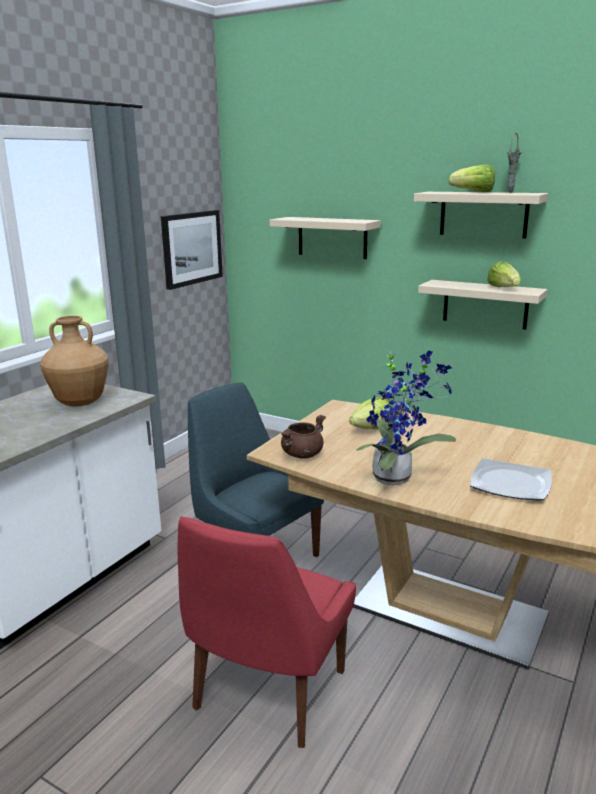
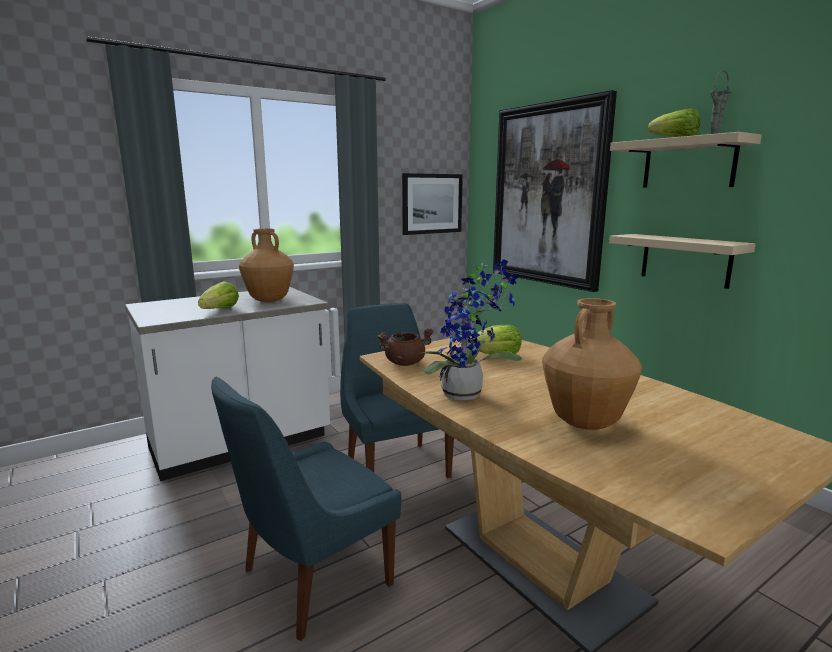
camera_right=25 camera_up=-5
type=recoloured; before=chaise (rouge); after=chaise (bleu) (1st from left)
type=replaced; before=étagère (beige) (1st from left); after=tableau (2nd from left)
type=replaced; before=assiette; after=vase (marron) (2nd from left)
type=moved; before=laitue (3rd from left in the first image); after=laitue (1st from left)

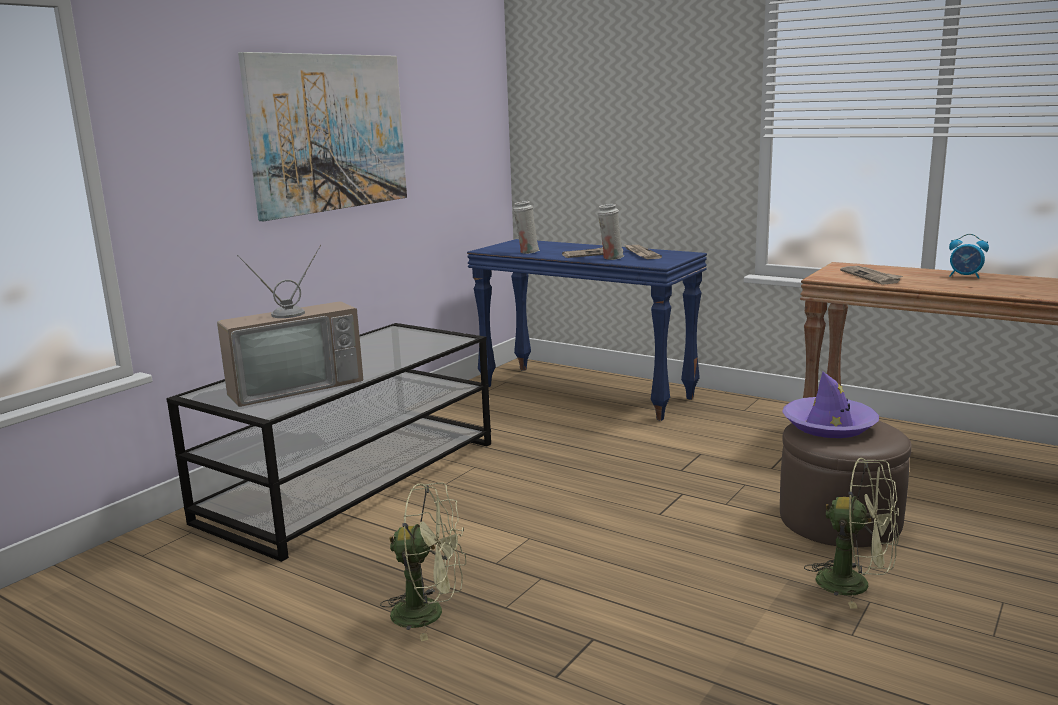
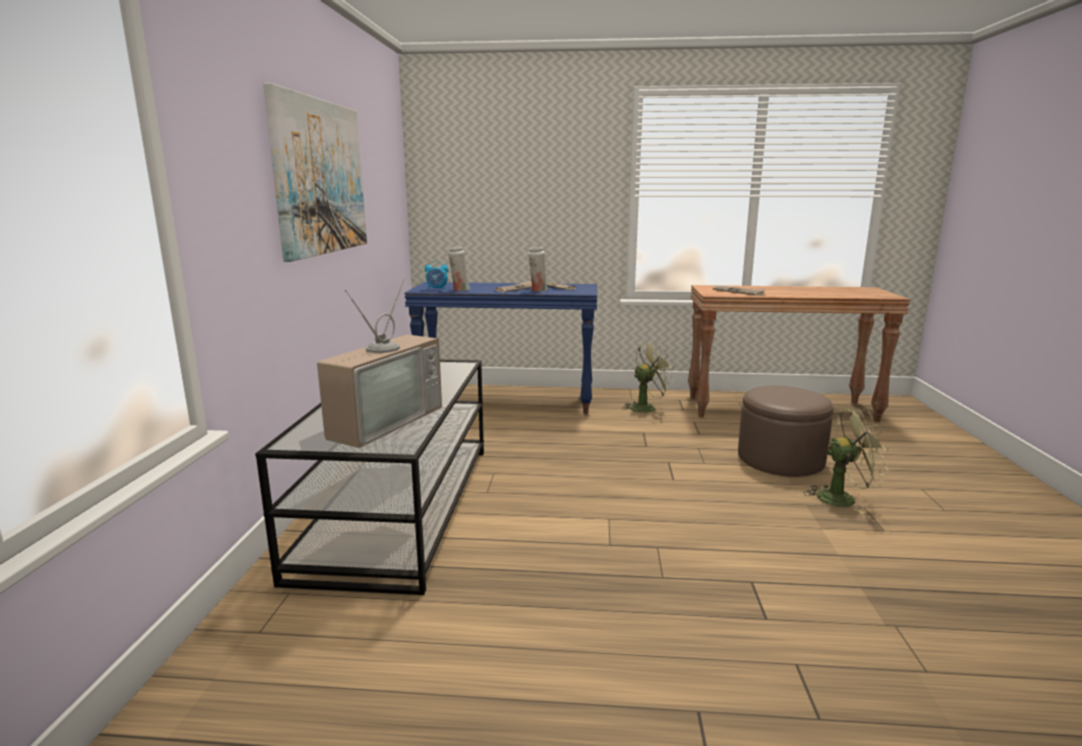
camera_right=-30 camera_up=0
type=moved; before=ventilateur (vert) (1st from left)
type=removed; before=chapeau (violet)
type=moved; before=réveil

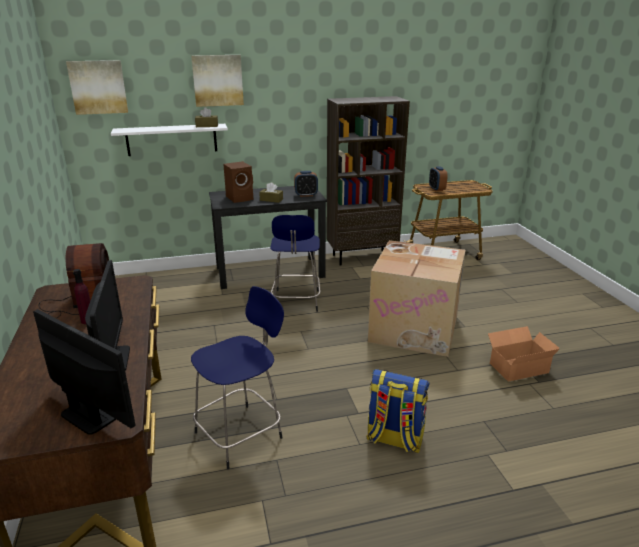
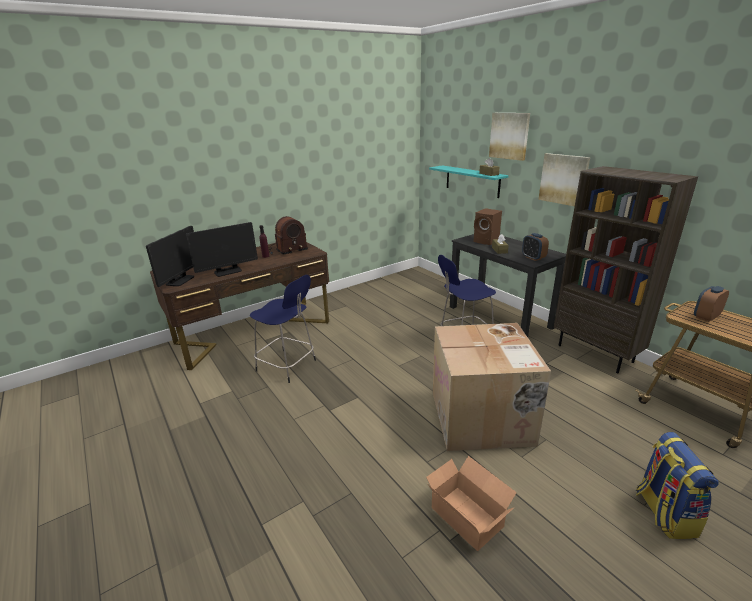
camera_right=70 camera_up=0
type=moved; before=tableau (1st from left in the first image); after=tableau (2nd from left)
type=recoloured; before=étagère (blanc); after=étagère (turquoise)
type=moved; before=sac à dos

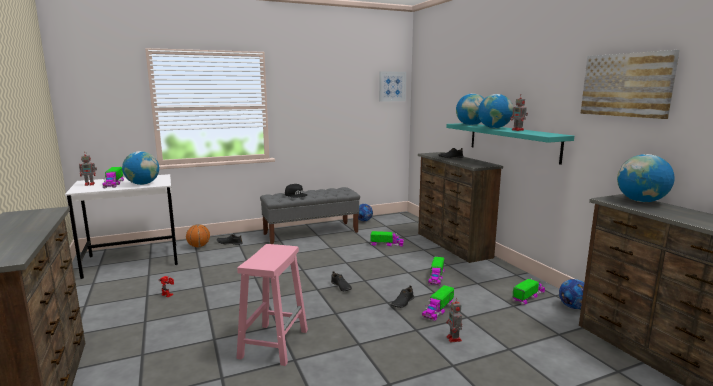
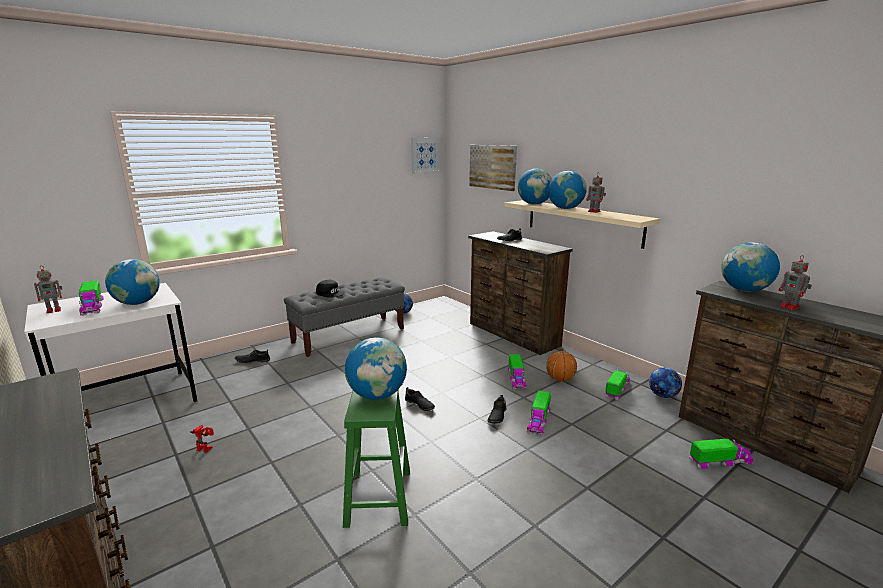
camera_right=-15 camera_up=5
type=moved; before=ballon de basket
type=recoloured; before=tabouret (rose); after=tabouret (vert)
type=moved; before=camion jouet (2nd from left in the first image); after=camion jouet (5th from left)
type=recoloured; before=étagère (turquoise); after=étagère (beige)
type=moved; before=robot jouet (3rd from left in the first image); after=robot jouet (4th from left)
type=moved; before=tableau (2nd from left)
type=added; after=globe (2nd from left)

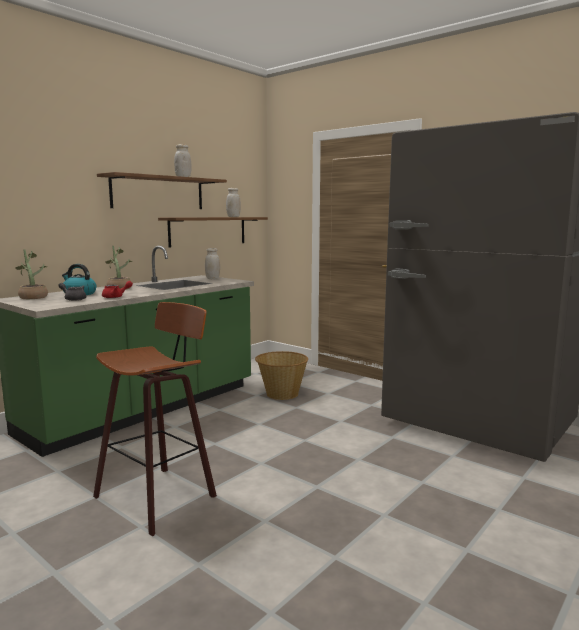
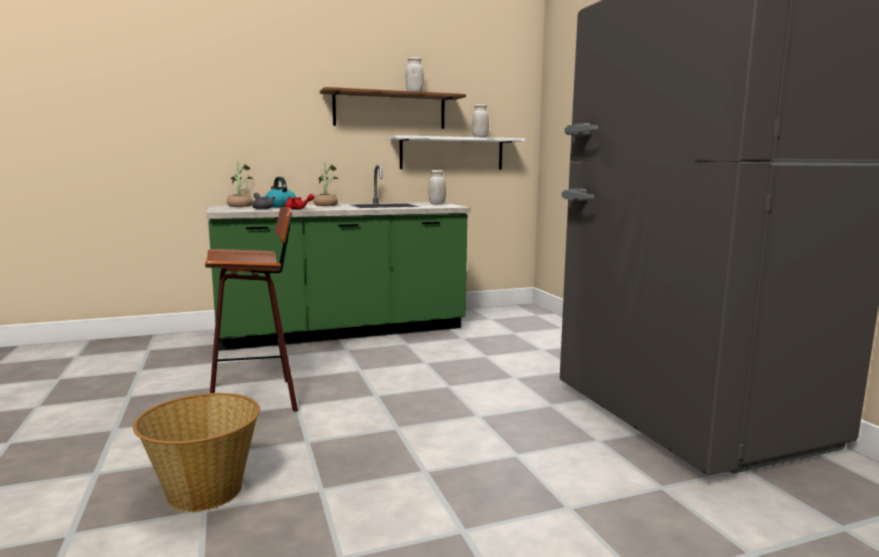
camera_right=30 camera_up=0
type=recoloured; before=étagère (marron) (2nd from left); after=étagère (blanc)
type=moved; before=panier

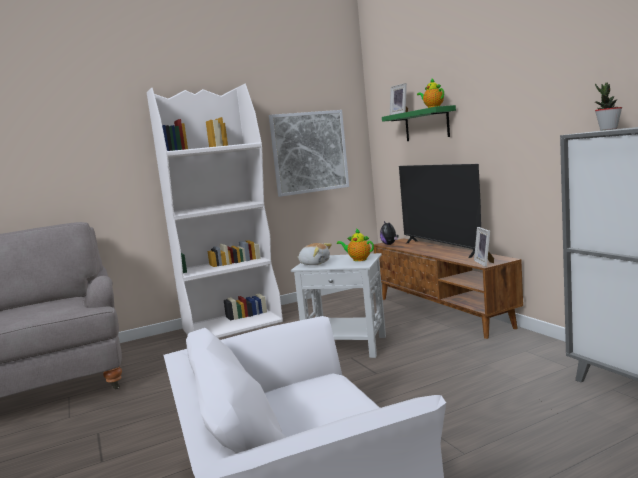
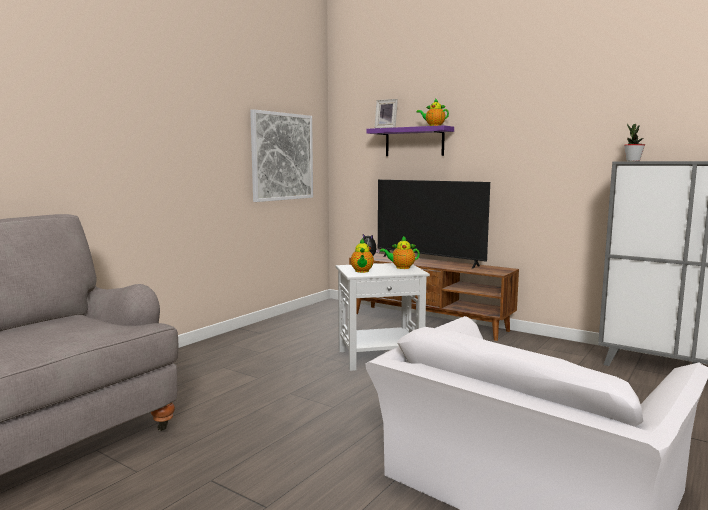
camera_right=-30 camera_up=0
type=removed; before=bibliothèque (blanc)
type=replaced; before=peluche (1st from left); after=théière (1st from left)
type=recoloured; before=étagère (vert); after=étagère (violet)
type=removed; before=cadre photo (2nd from left)

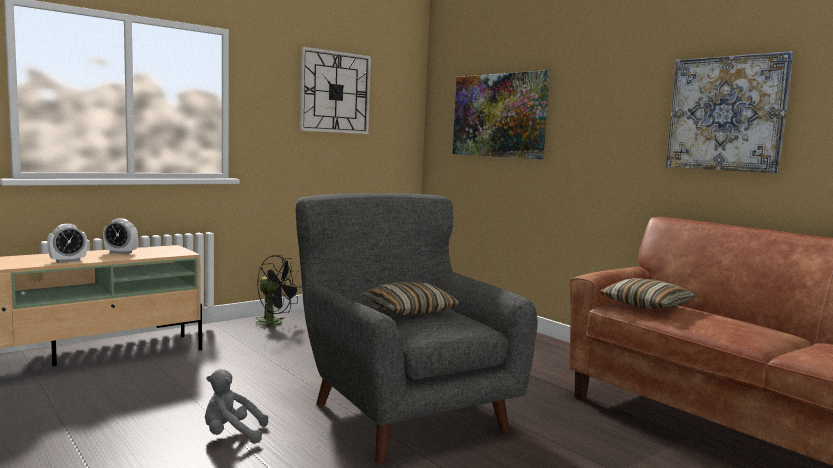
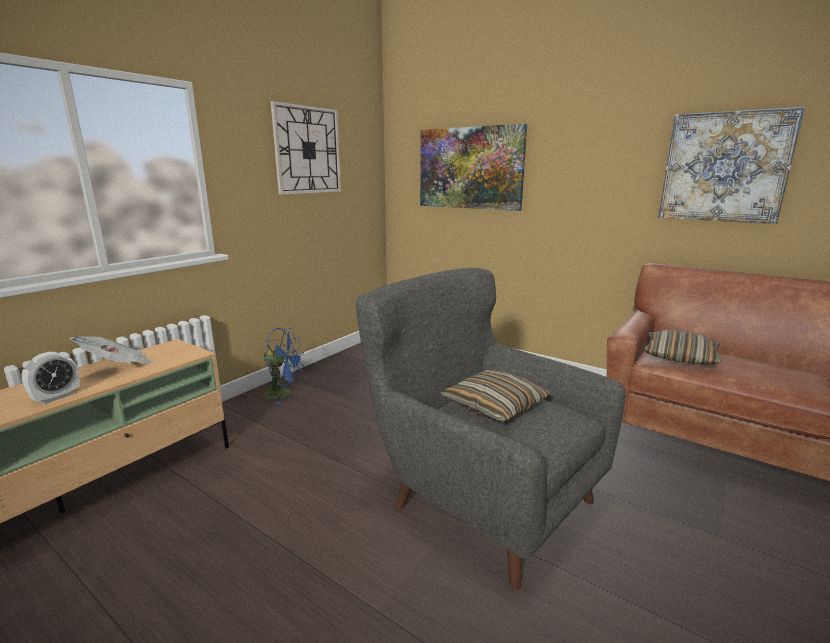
camera_right=-15 camera_up=10
type=replaced; before=réveil (2nd from left); after=journal
type=removed; before=peluche (gris)
type=recoloured; before=ventilateur (noir); after=ventilateur (bleu)

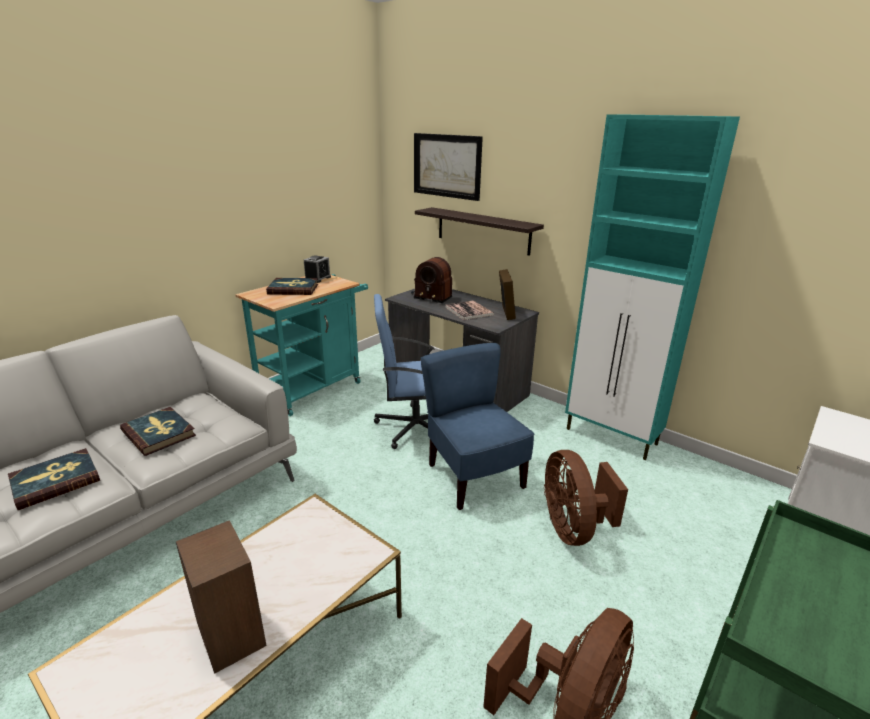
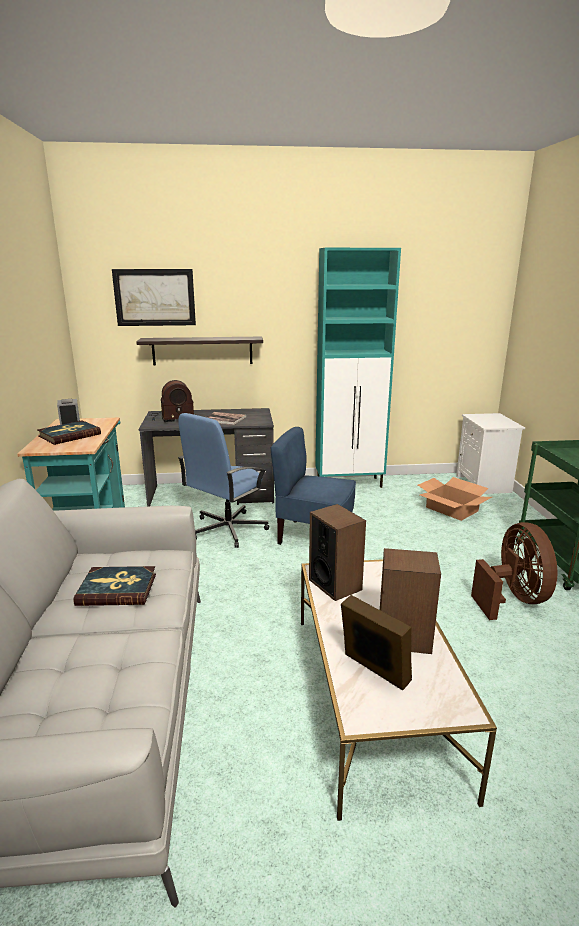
camera_right=-45 camera_up=-5
type=removed; before=livre (1st from left)
type=moved; before=cadre photo
type=removed; before=ventilateur (marron) (2nd from left)
type=added; after=enceinte (1st from left)
type=added; after=carton

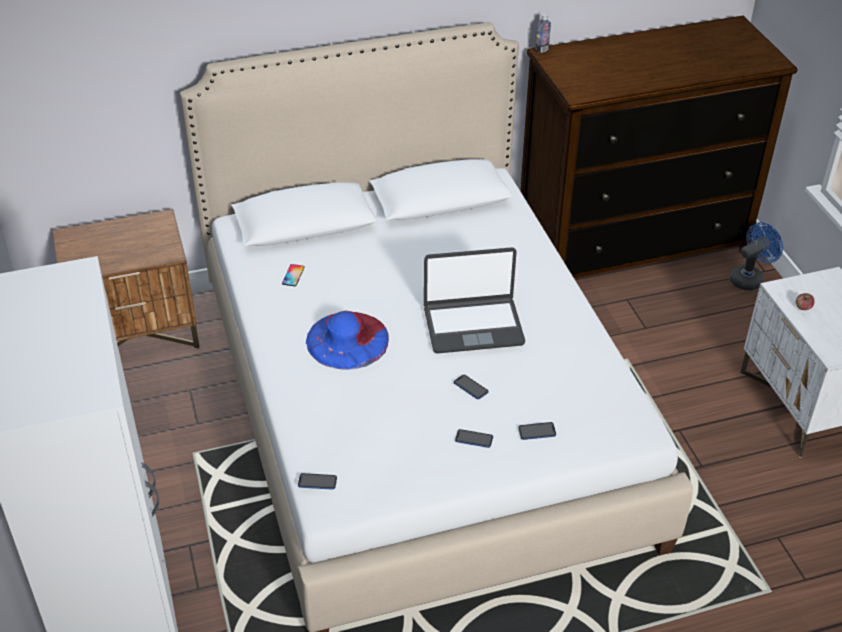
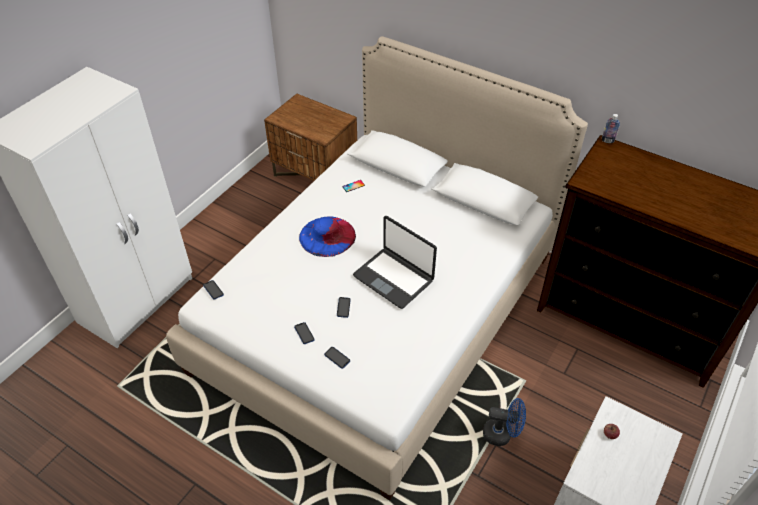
camera_right=50 camera_up=5
type=moved; before=ventilateur (bleu)

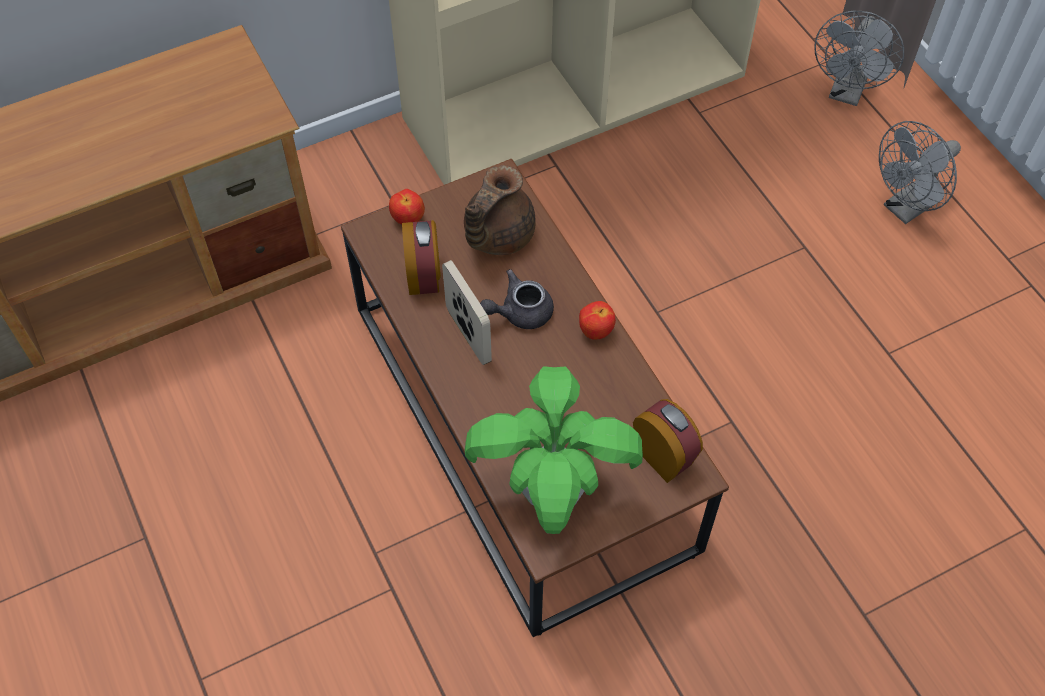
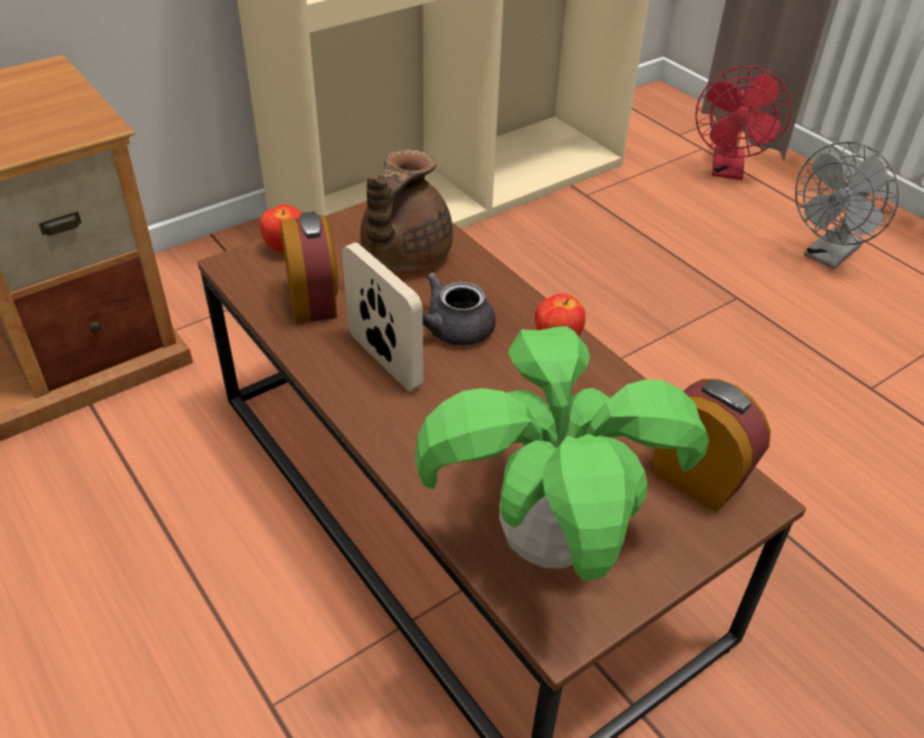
camera_right=-10 camera_up=-15
type=recoloured; before=ventilateur (gris) (1st from left); after=ventilateur (rouge)

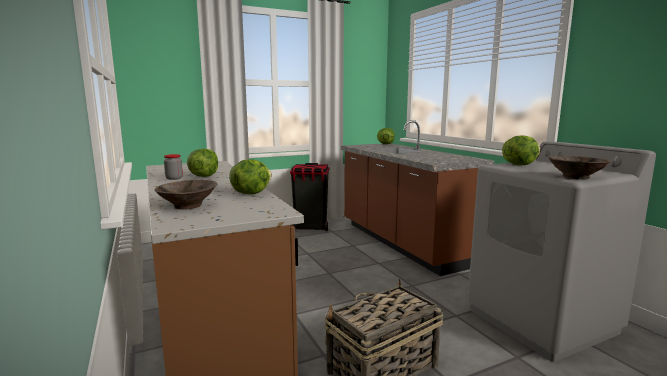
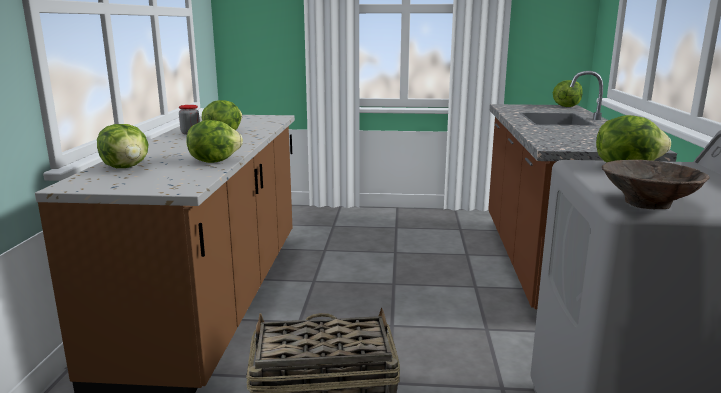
camera_right=30 camera_up=5
type=replaced; before=bol (marron) (1st from left); after=laitue (1st from left)
type=removed; before=poubelle (noir)

